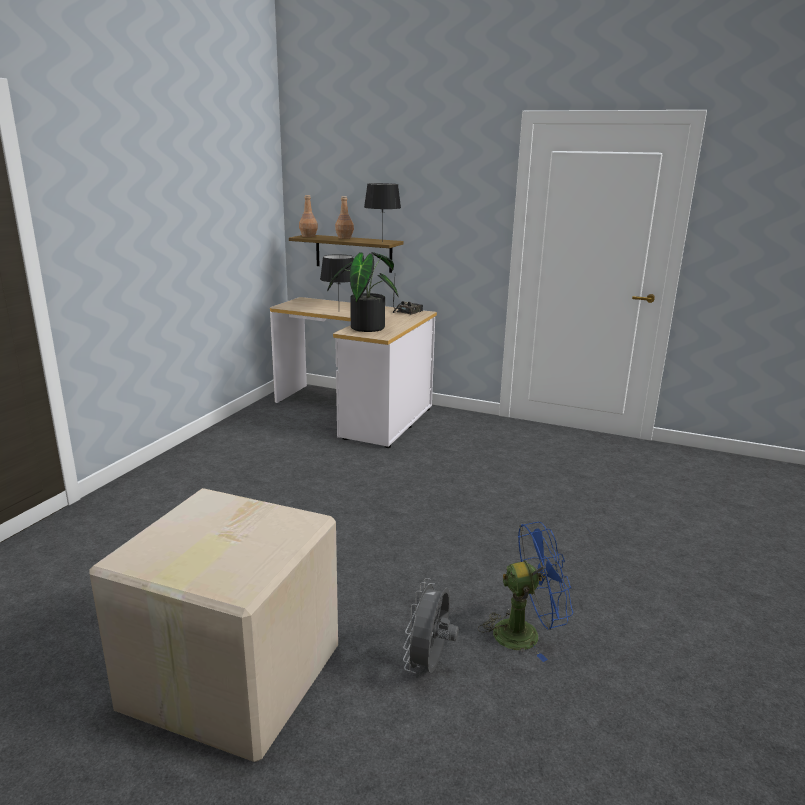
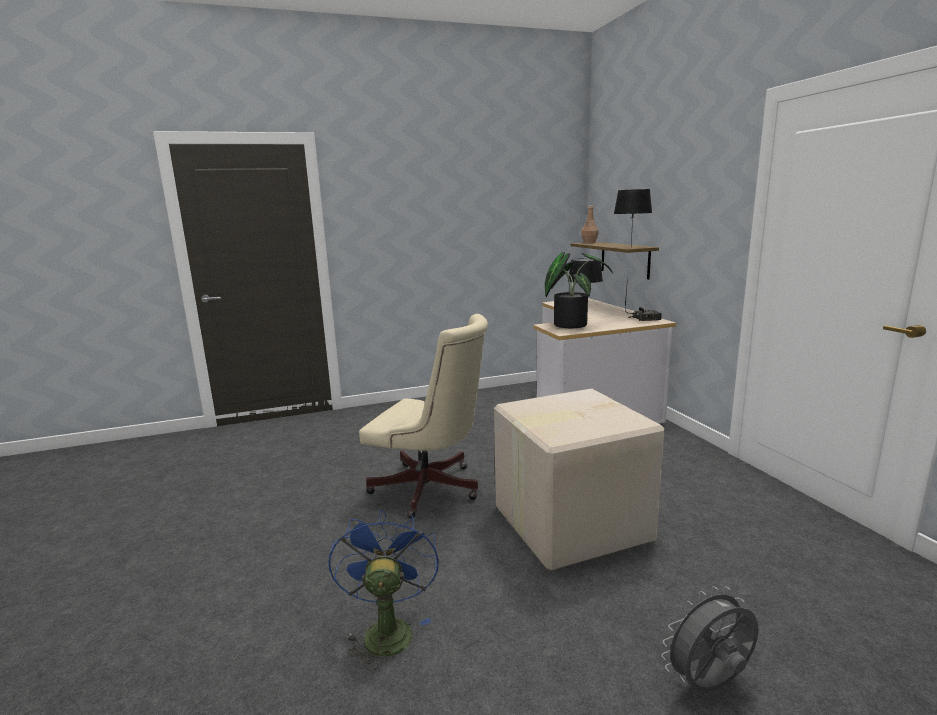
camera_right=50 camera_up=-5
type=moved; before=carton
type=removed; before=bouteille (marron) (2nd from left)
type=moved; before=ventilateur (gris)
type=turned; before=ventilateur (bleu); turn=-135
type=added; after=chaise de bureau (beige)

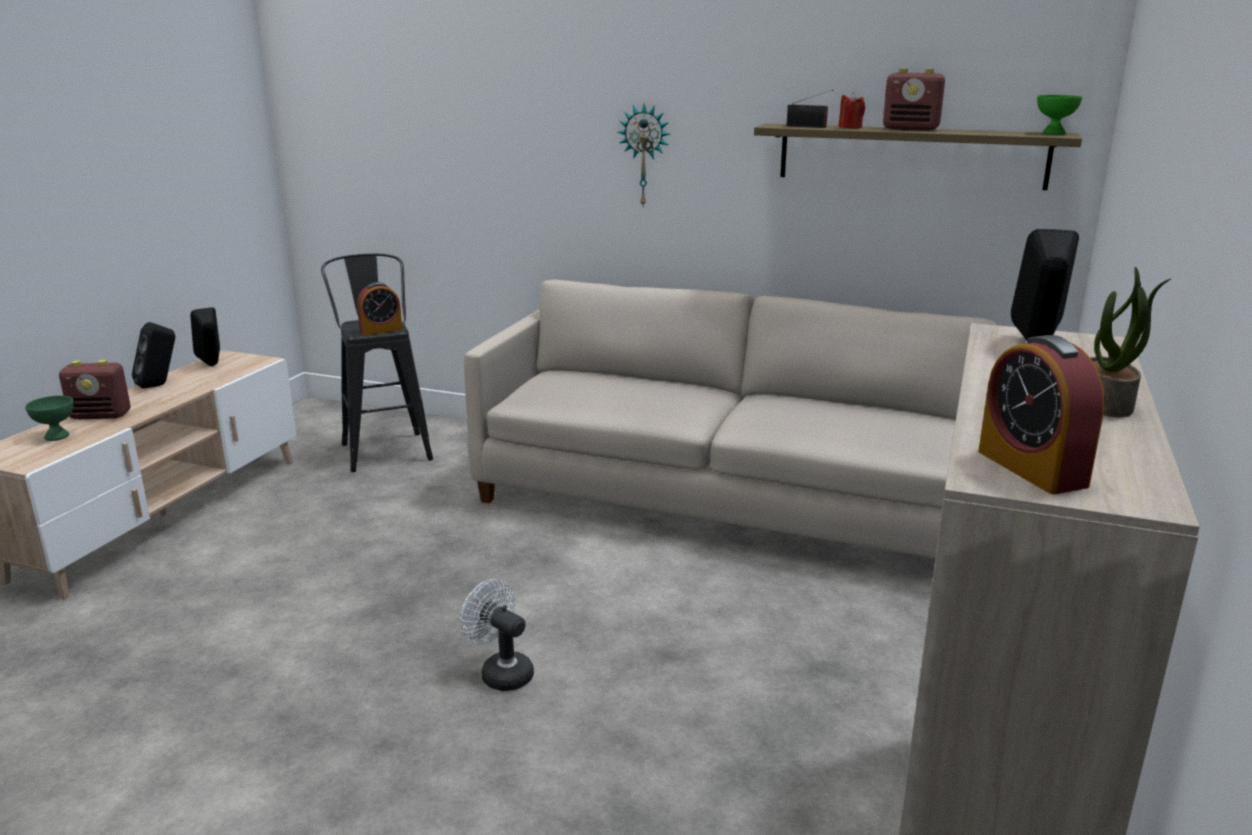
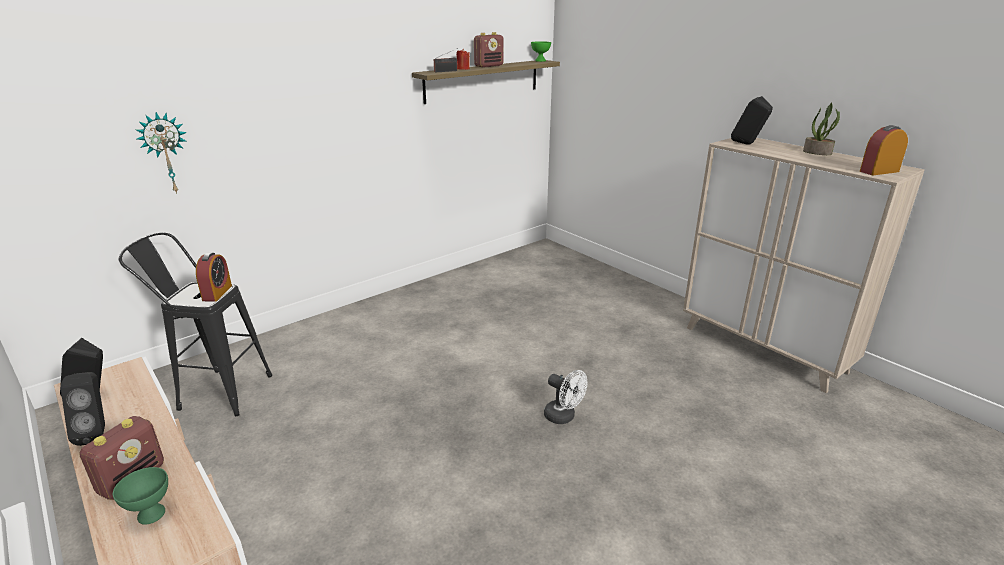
camera_right=-60 camera_up=5
type=turned; before=ventilateur (blanc); turn=-120
type=removed; before=canapé (beige)
type=moved; before=horloge murale
type=turned; before=réveil (2nd from left); turn=150

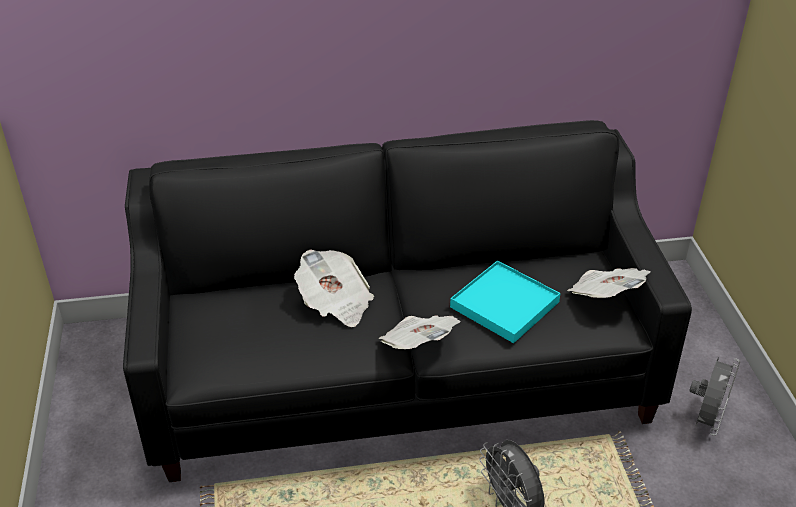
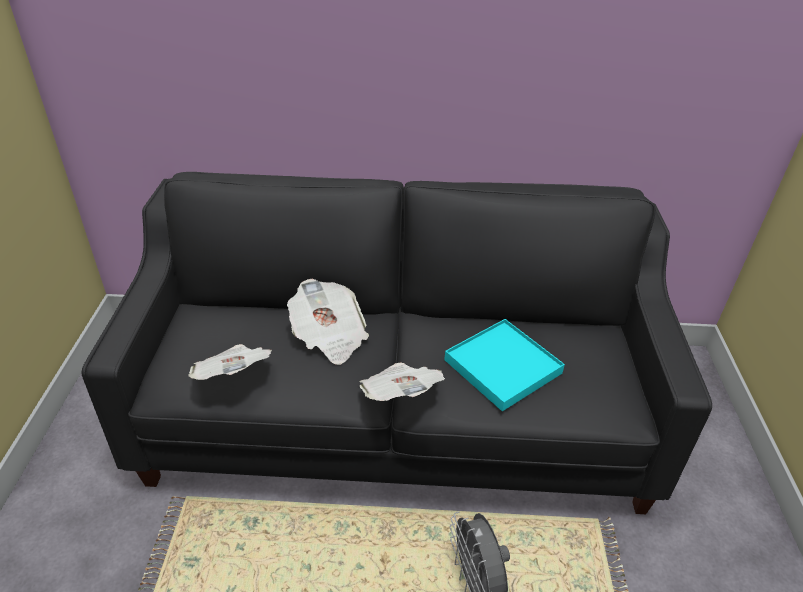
camera_right=10 camera_up=0
type=moved; before=journal (3rd from left in the first image); after=journal (1st from left)
type=removed; before=ventilateur (gris) (2nd from left)

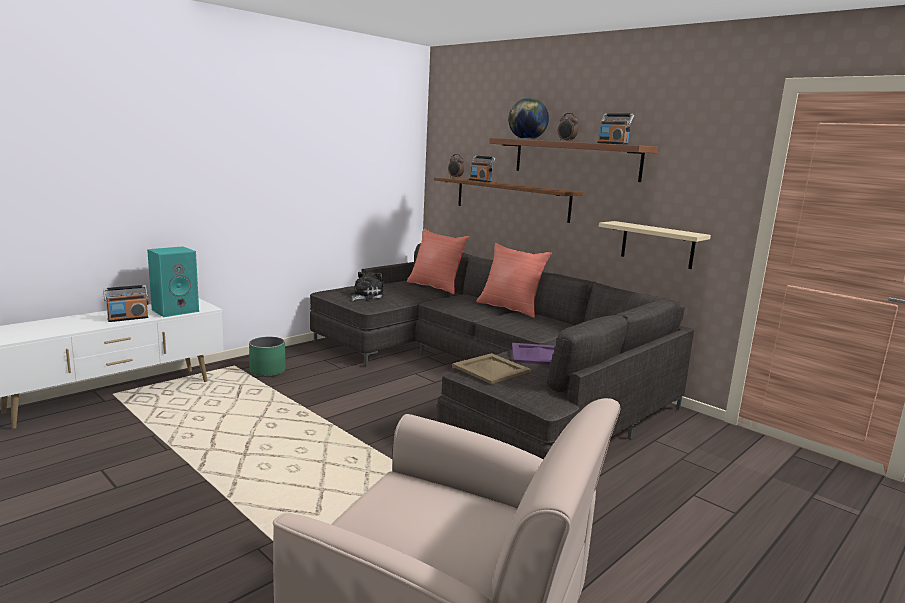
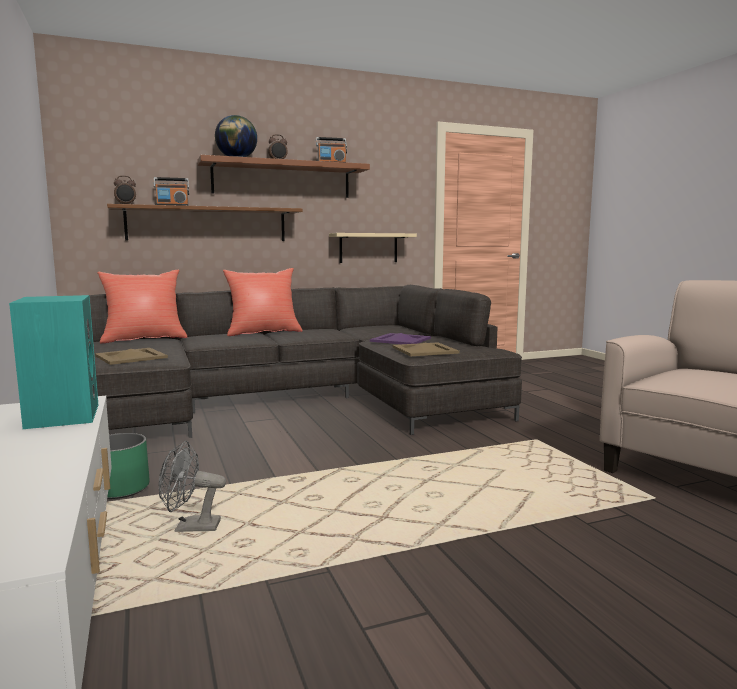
camera_right=-65 camera_up=-5
type=removed; before=radio (1st from left)
type=replaced; before=peluche; after=plateau (beige) (1st from left)
type=added; after=ventilateur (gris)

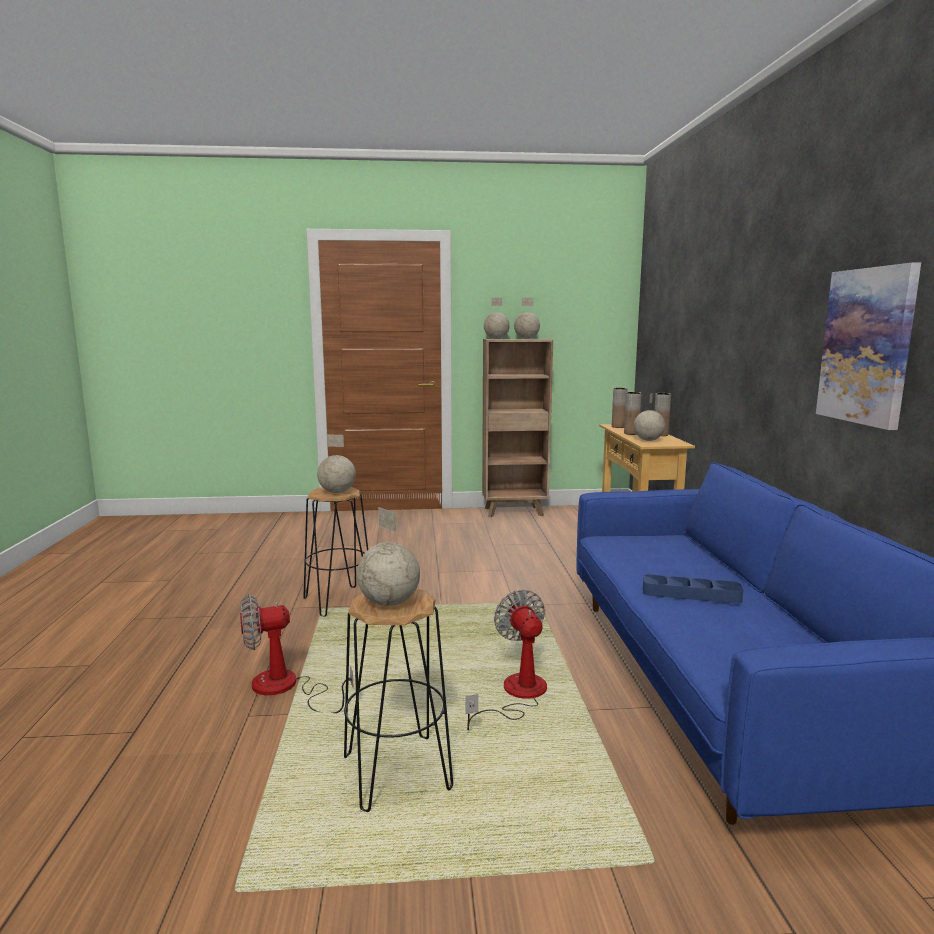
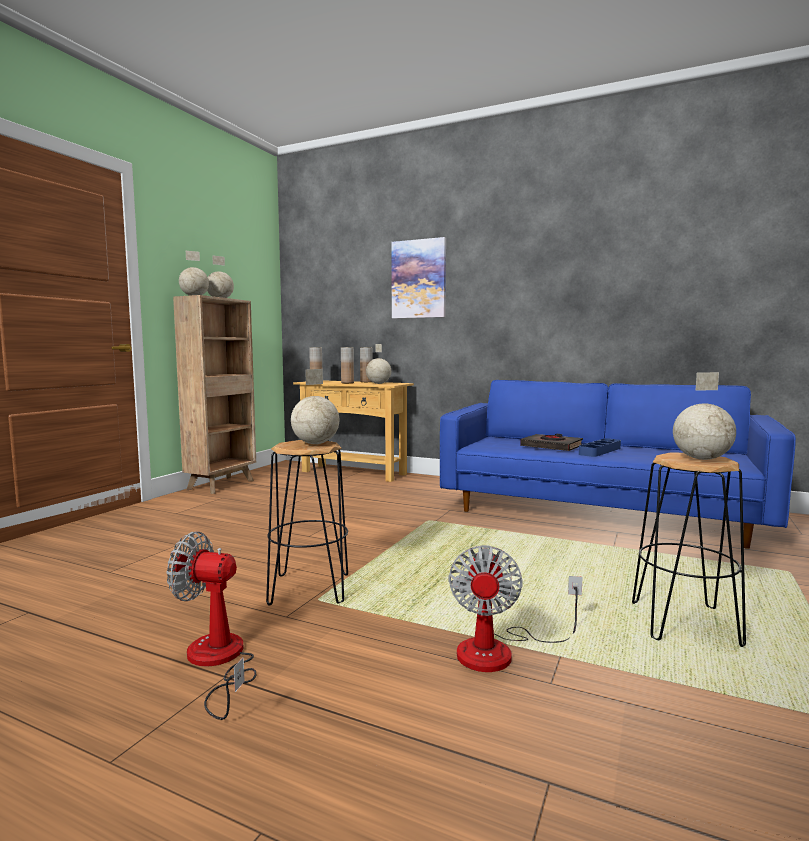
camera_right=-60 camera_up=-5
type=moved; before=ventilateur (2nd from left in the first image); after=ventilateur (1st from left)
type=moved; before=tableau
type=added; after=livre (noir)

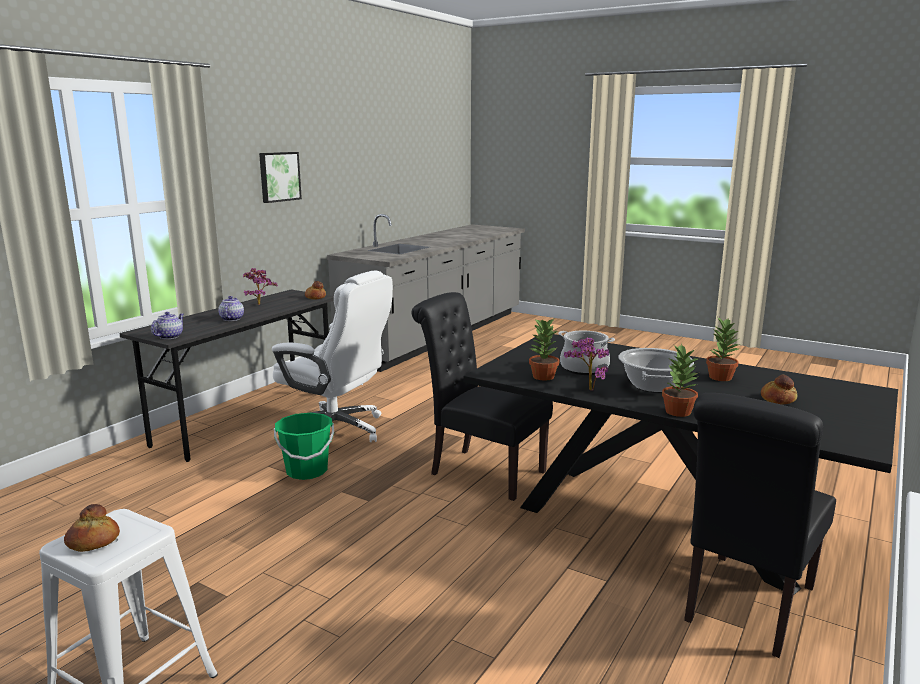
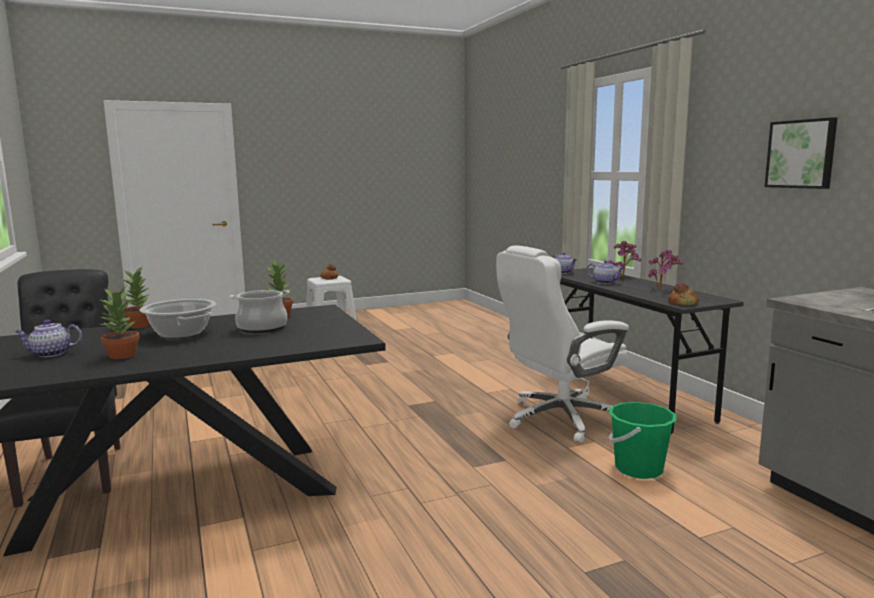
camera_right=125 camera_up=-5
type=moved; before=seau (vert)
type=removed; before=chaise (noir) (1st from left)
type=moved; before=plante en pot (3rd from left in the first image); after=plante en pot (4th from left)
type=replaced; before=pain (3rd from left); after=théière (1st from left)

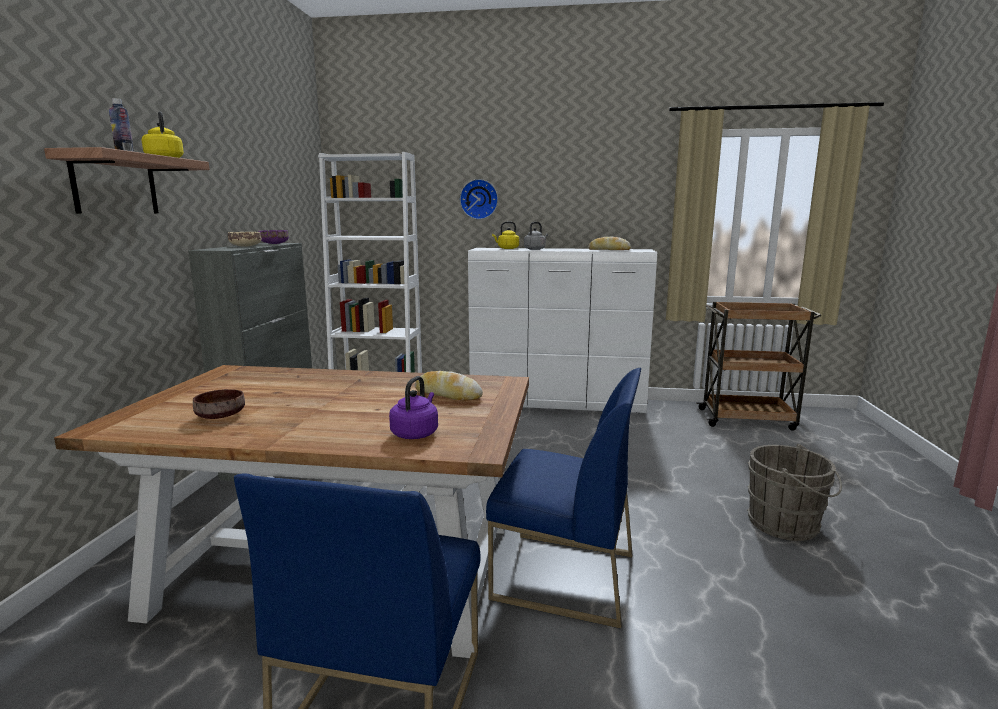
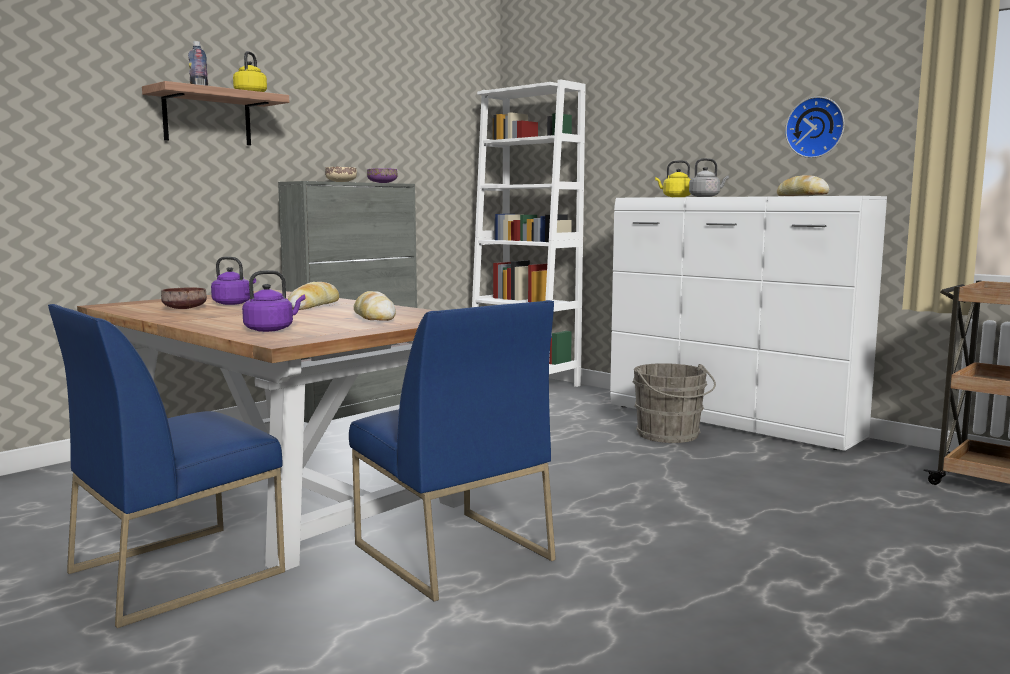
camera_right=35 camera_up=-5
type=moved; before=horloge murale
type=moved; before=seau (gris)
type=added; after=bouilloire (violet) (1st from left)
type=added; after=pain (1st from left)

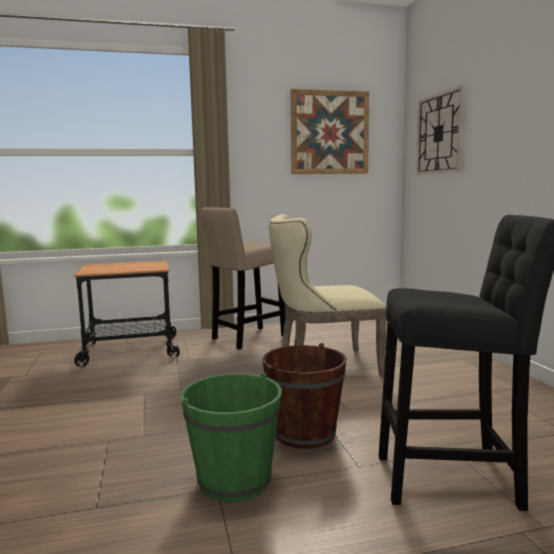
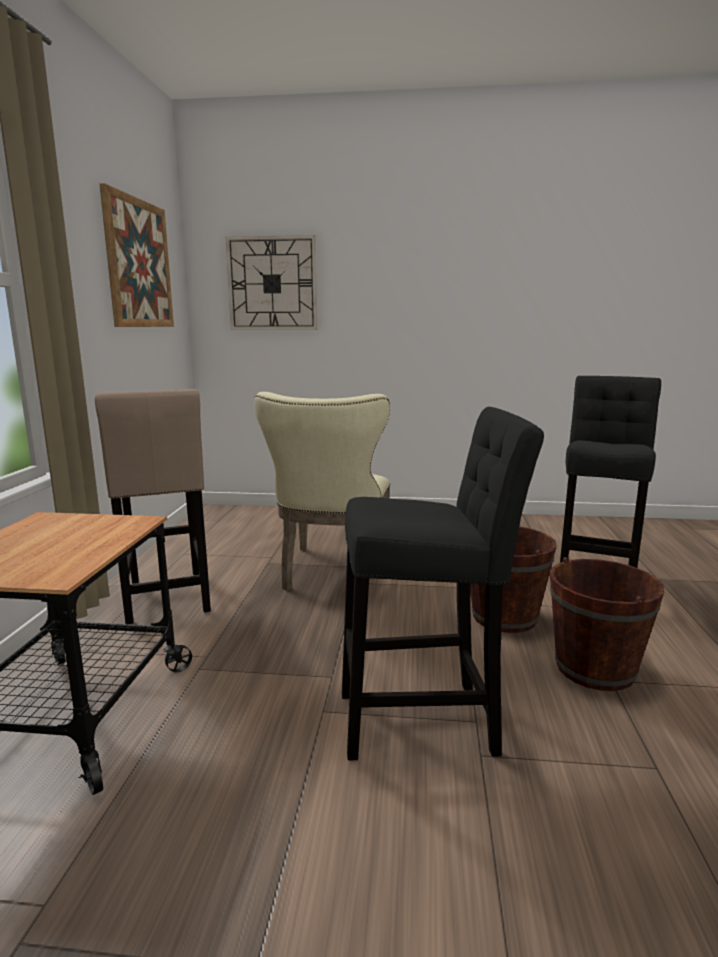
camera_right=-70 camera_up=5
type=recoloured; before=seau (vert); after=seau (marron) (2nd from left)
type=added; after=tabouret (noir) (1st from left)

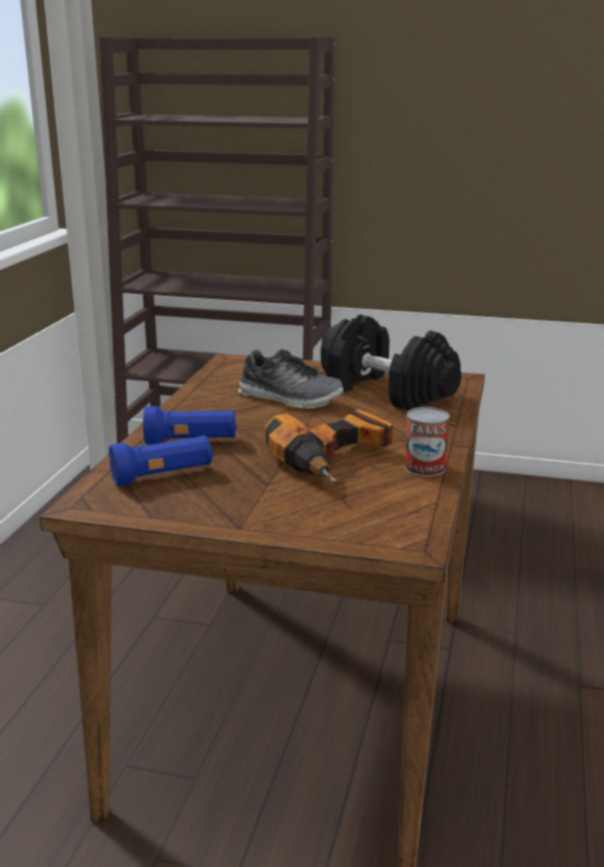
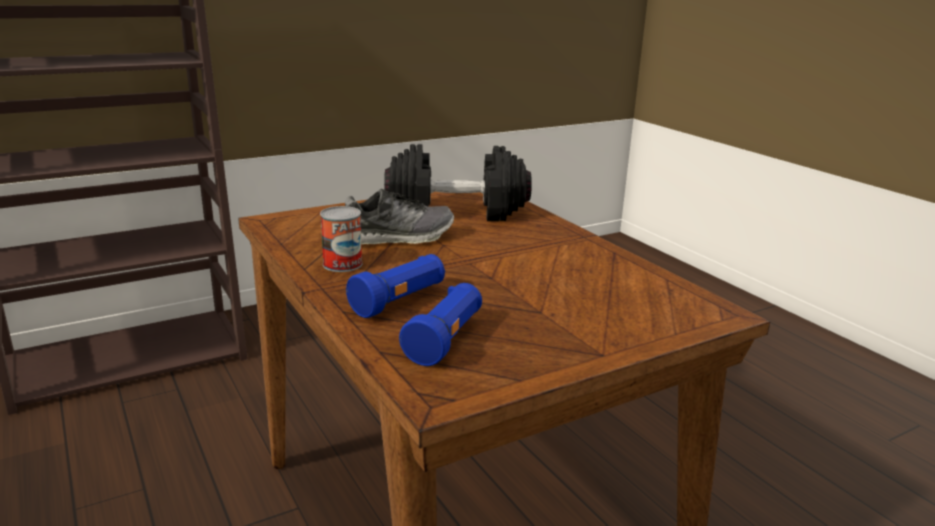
camera_right=-45 camera_up=0
type=removed; before=perceuse
type=moved; before=boîte métallique

